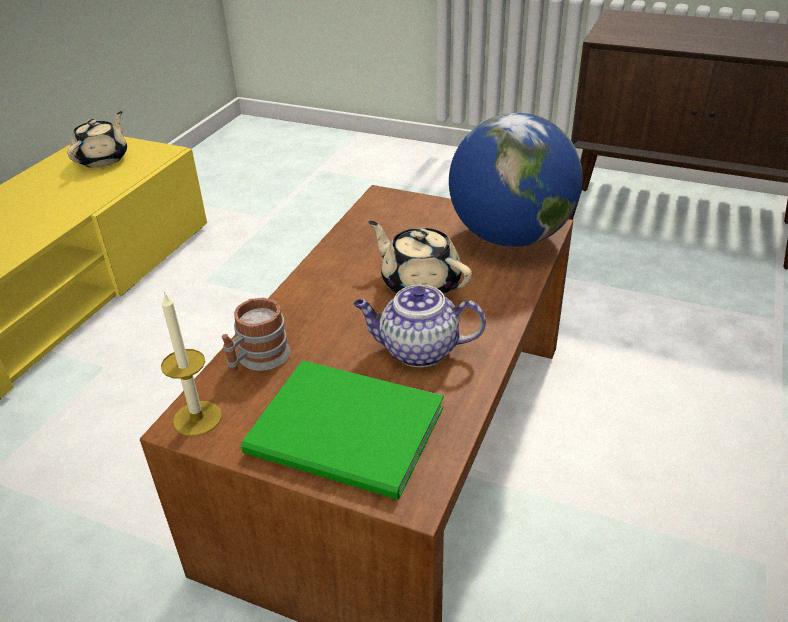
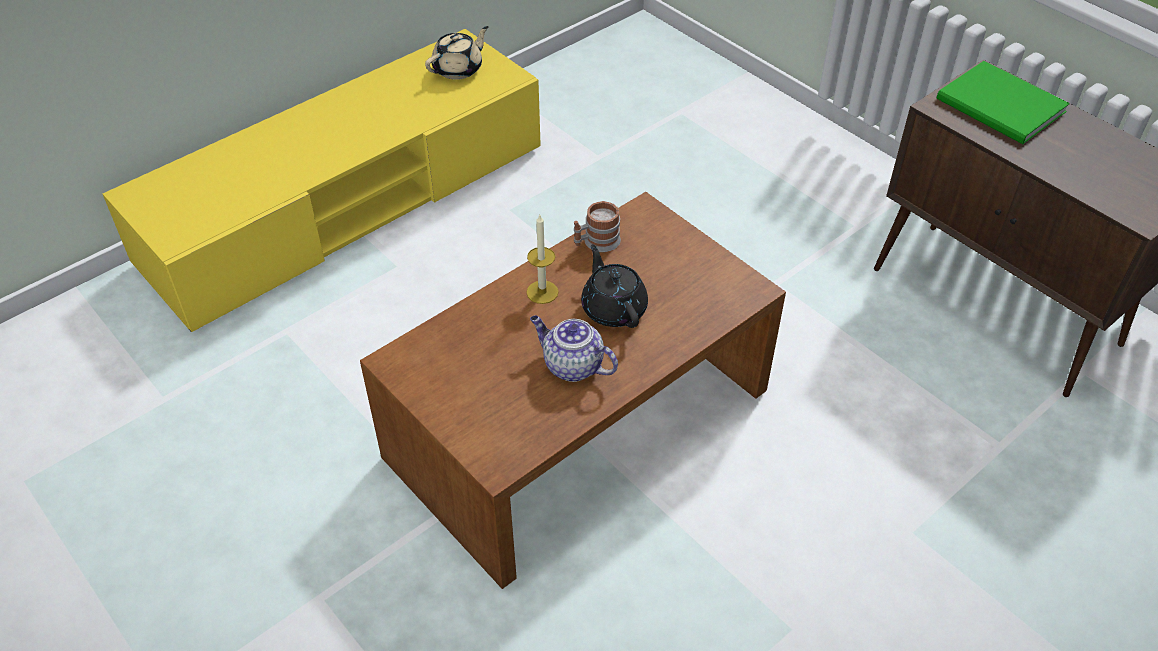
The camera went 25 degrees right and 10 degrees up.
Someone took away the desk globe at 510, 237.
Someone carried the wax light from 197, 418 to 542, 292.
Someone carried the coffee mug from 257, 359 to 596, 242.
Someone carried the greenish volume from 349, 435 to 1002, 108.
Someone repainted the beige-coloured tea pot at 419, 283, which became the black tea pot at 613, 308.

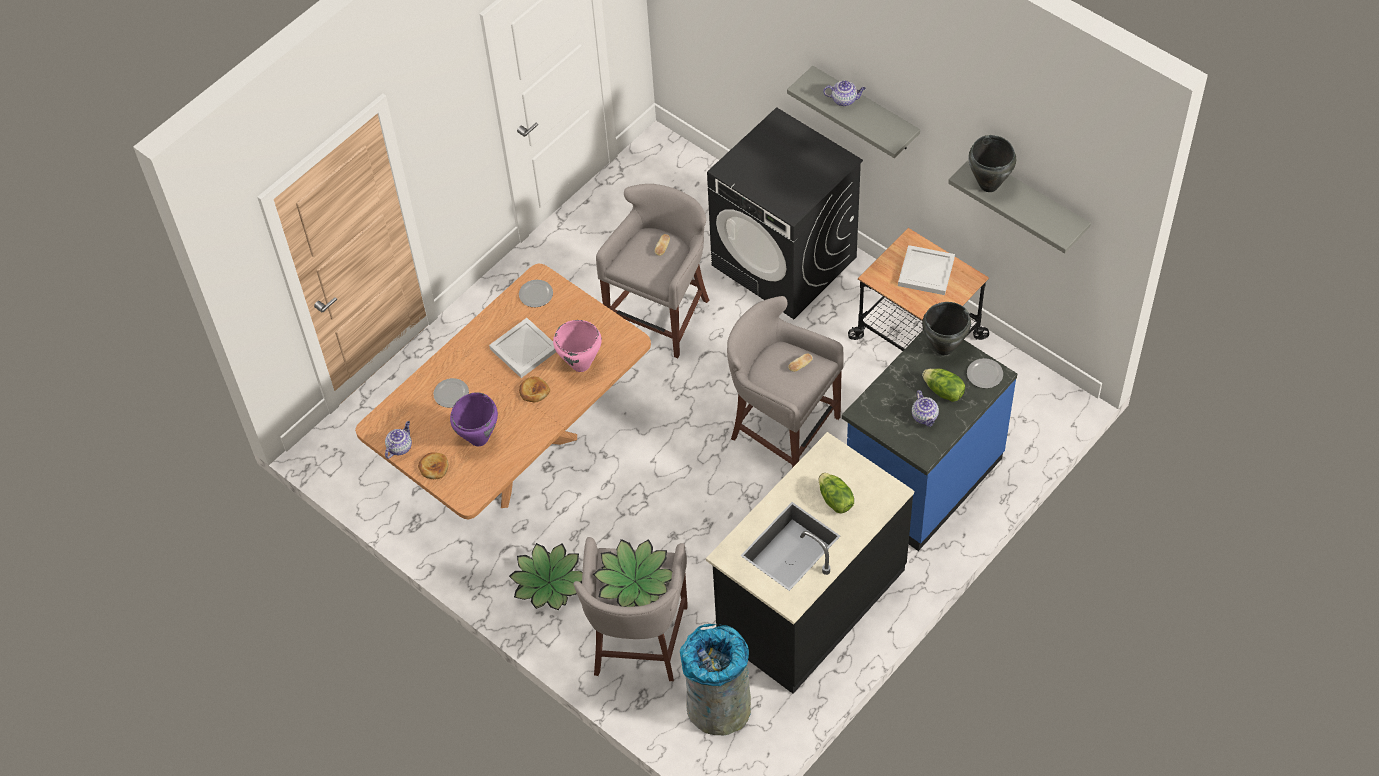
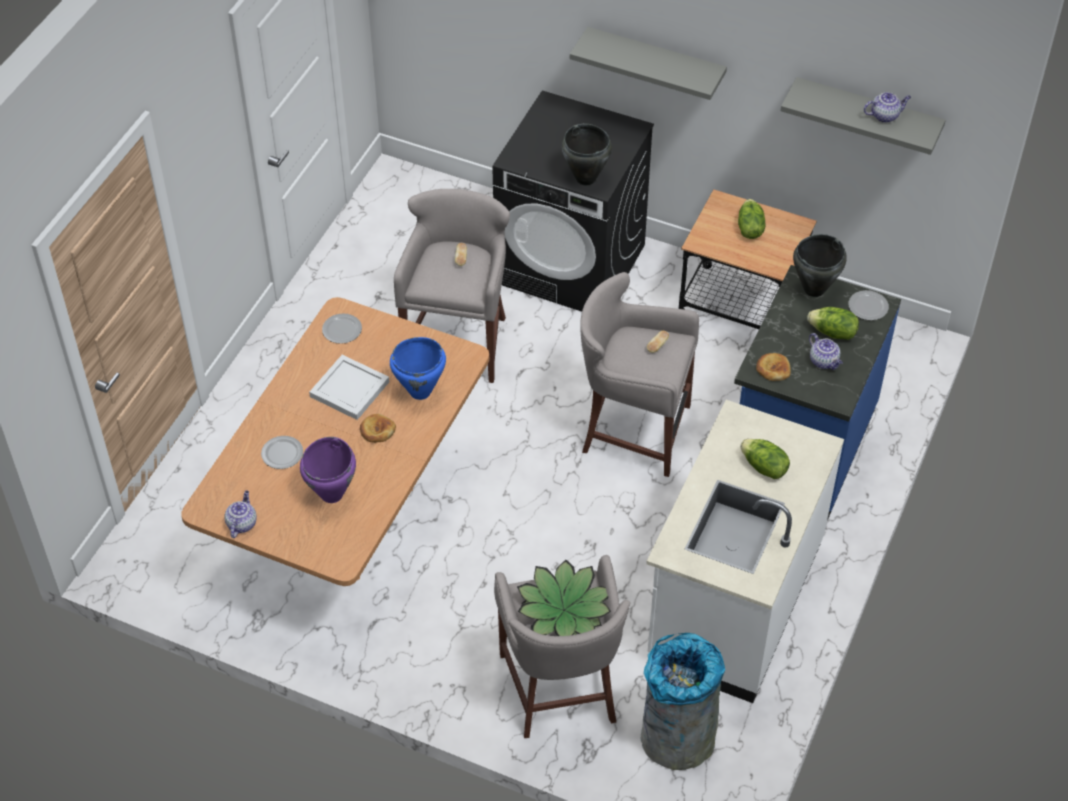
The camera went 20 degrees left and 5 degrees down.
Someone took away the potted plant at 548, 582.
Someone carried the bread from 434, 467 to 773, 369.
Someone carried the tea pot from 844, 99 to 885, 115.
Someone carried the black stockpot from 988, 185 to 585, 179.
Someone swapped the white-coloured serving tray at 925, 272 for the lettuce at 749, 228.
Someone repainted the pink-coloured stockpot at 581, 365, which became the blue stockpot at 420, 392.
Someone repainted the black kitchen base unit at 809, 602, which became the white-coloured kitchen base unit at 732, 601.

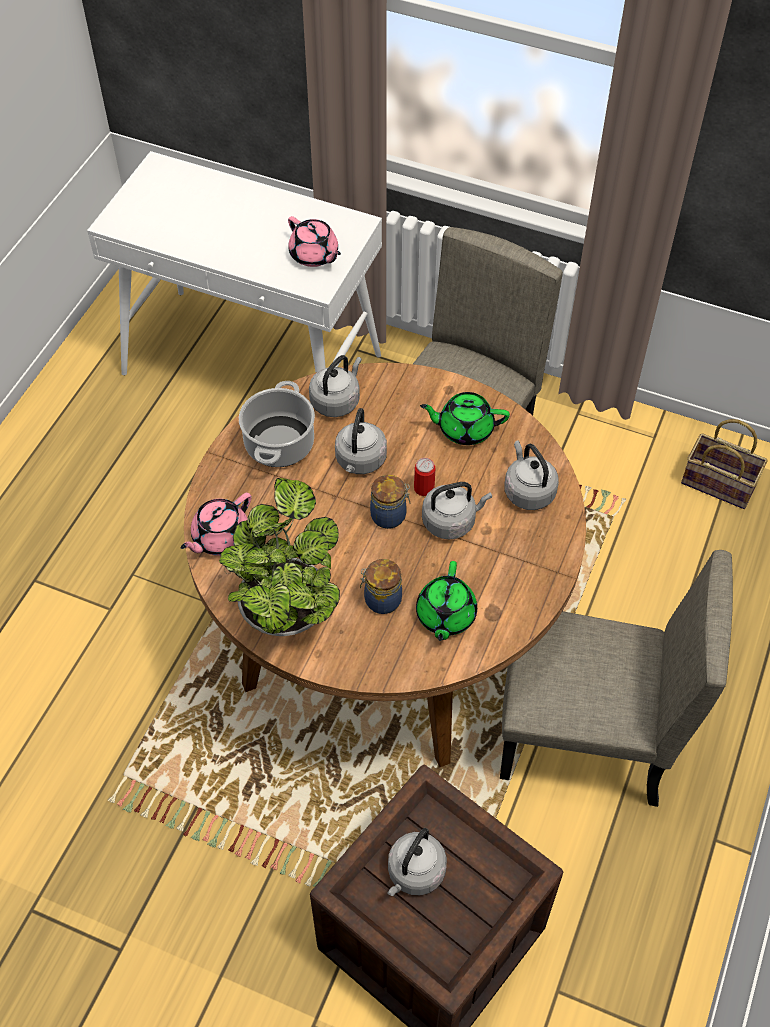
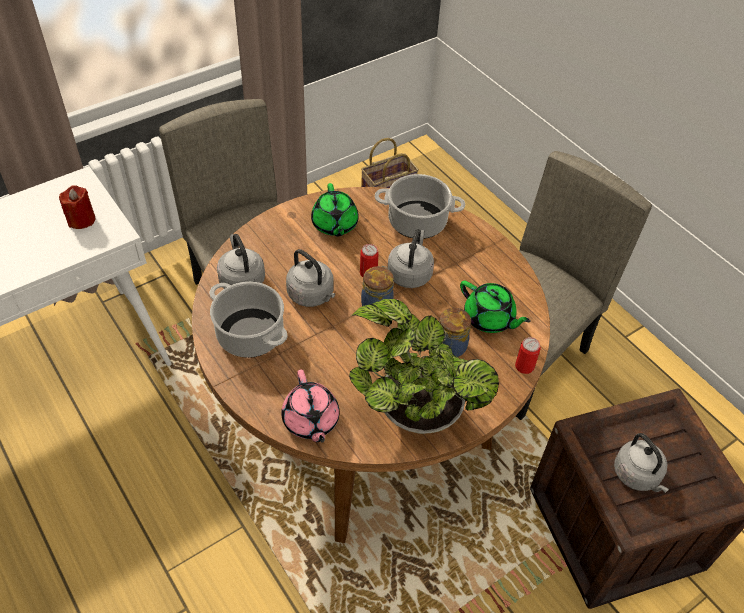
The camera went 60 degrees left and 5 degrees down.
Someone put down the metal can at 524, 366.
Someone swapped the pink-coloured tea pot at 314, 255 for the red-coloured wax light at 81, 220.
Someone swapped the grey water kettle at 528, 491 for the stockpot at 416, 222.
Someone rotated the greenish tea pot at 464, 429 by 45 degrees counterclockwise.

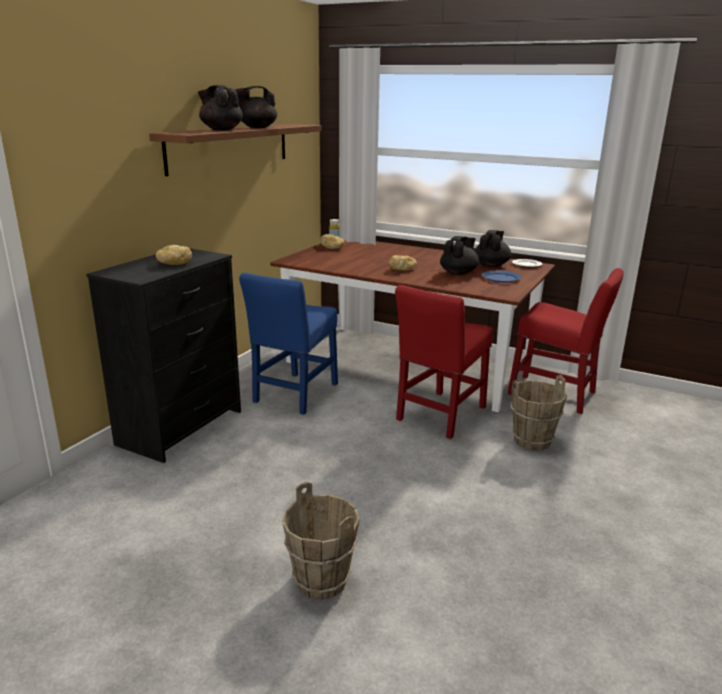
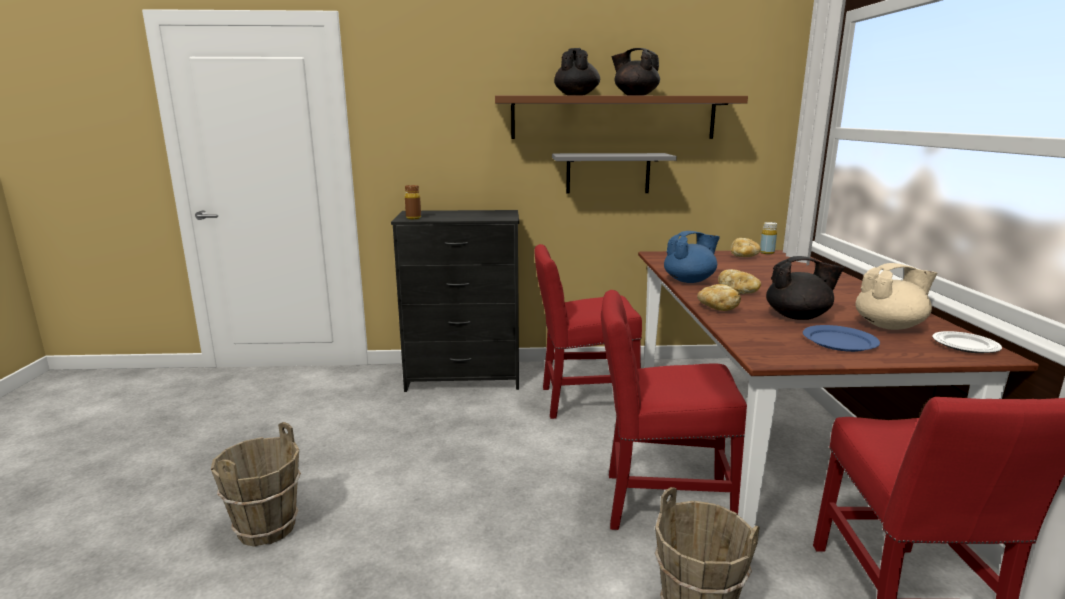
The camera went 60 degrees right and 5 degrees down.
Someone put down the brown-coloured beverage bottle at 413, 218.
Someone put up the grey wall shelf at 608, 173.
Someone put down the blue tea pot at 690, 281.
Someone carried the bread from 173, 264 to 717, 308.
Someone repainted the blue plain chair at 294, 395, which became the red-coloured plain chair at 583, 401.
Someone repainted the black tea pot at 491, 265, which became the beige-coloured tea pot at 890, 326.

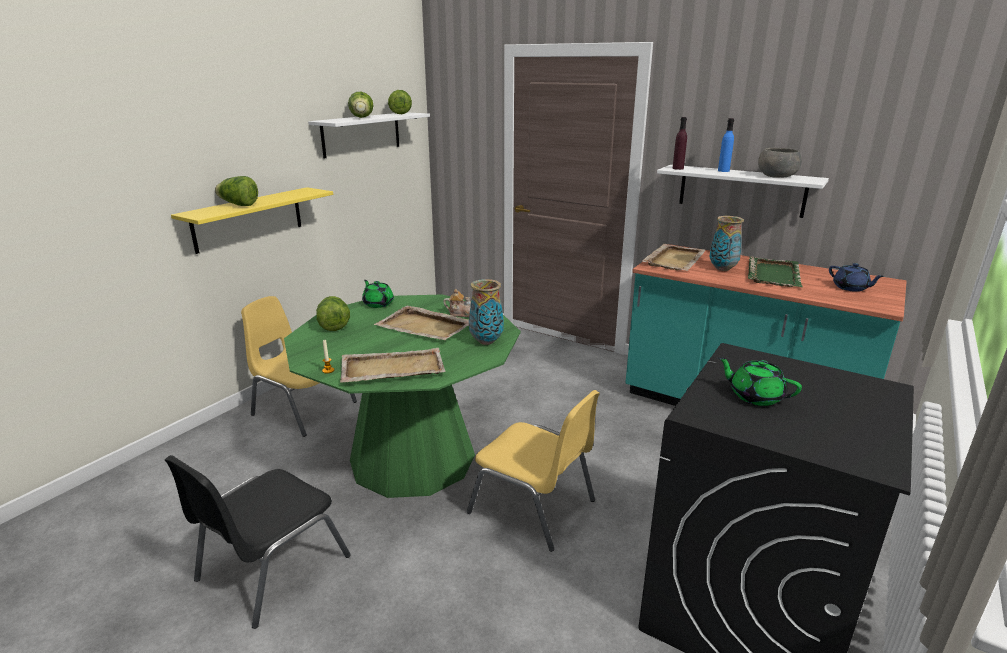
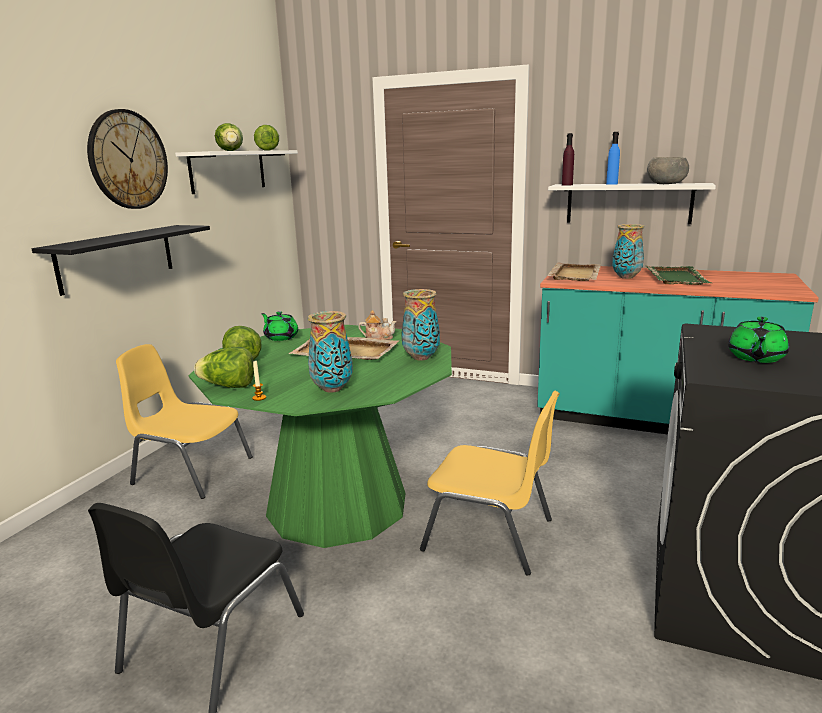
The camera went 10 degrees left and 5 degrees down.
Someone took away the blue tea pot at 850, 288.
Someone put up the wall clock at 128, 160.
Someone carried the lettuce from 239, 205 to 228, 386.
Someone swapped the beige-coloured serving tray at 391, 368 for the flower vase at 332, 389.
Someone repainted the yellow-coloured wall shelf at 248, 219, which became the black wall shelf at 117, 258.
Someone rotated the greenish tea pot at 754, 396 by 90 degrees counterclockwise.

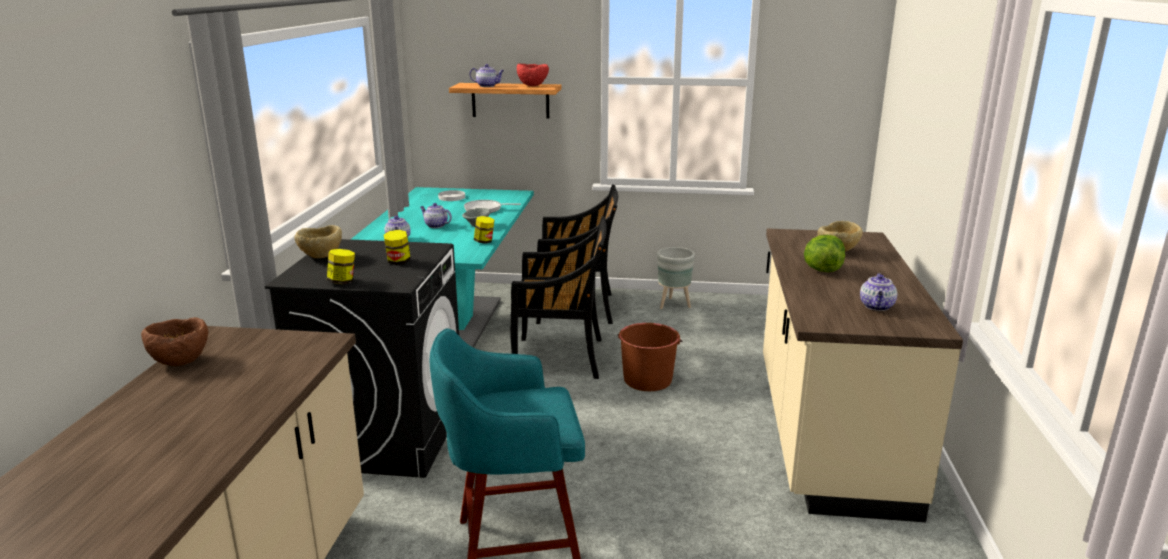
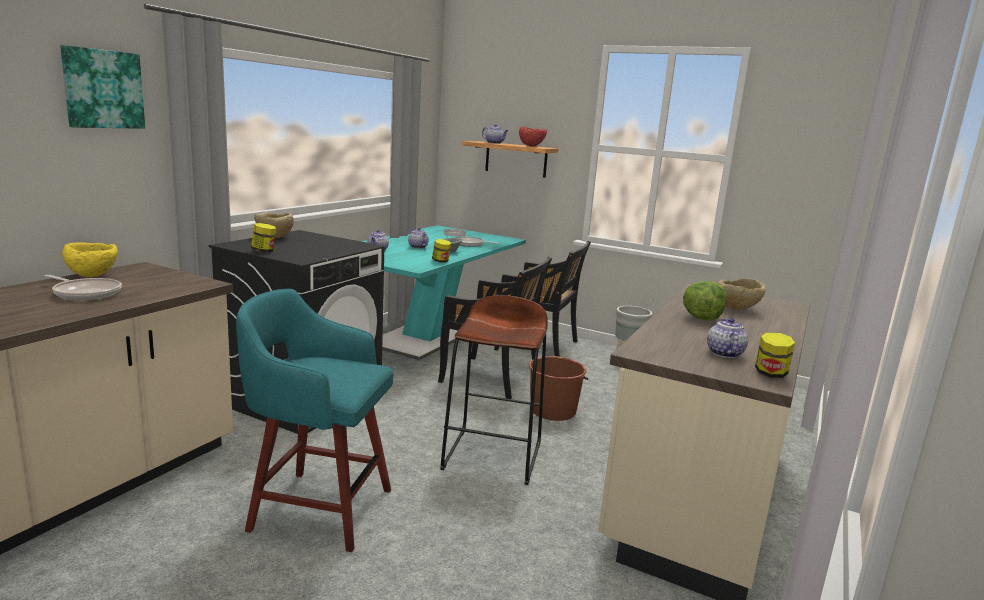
The camera went 20 degrees right and 5 degrees down.
Someone put down the skillet at 85, 293.
Someone put up the wall art at 102, 89.
Someone put down the brown-coloured stool seat at 493, 455.
Someone carried the preserve jar from 398, 262 to 770, 374.
Someone repainted the brown-coloured bowl at 180, 361, which became the yellow-coloured bowl at 93, 275.
Someone rotated the tea pot at 877, 307 by 150 degrees clockwise.

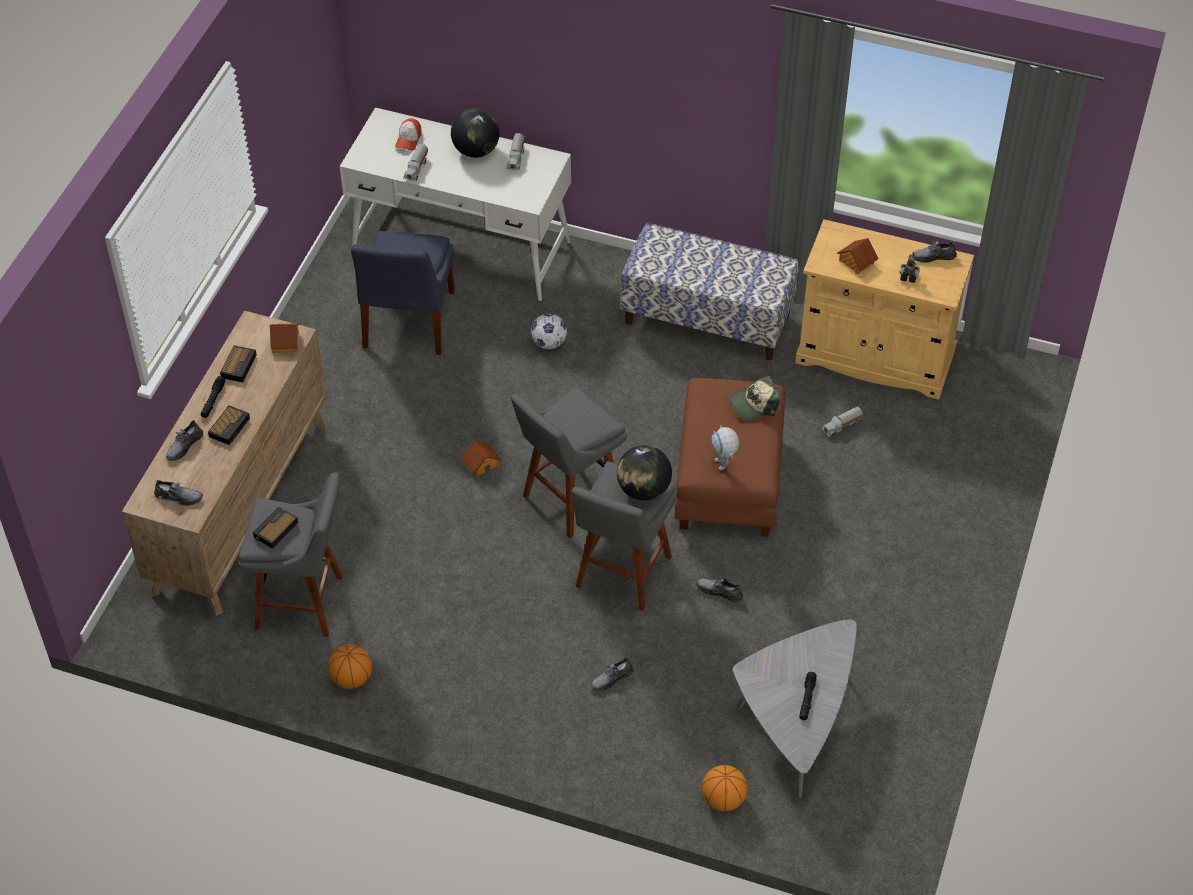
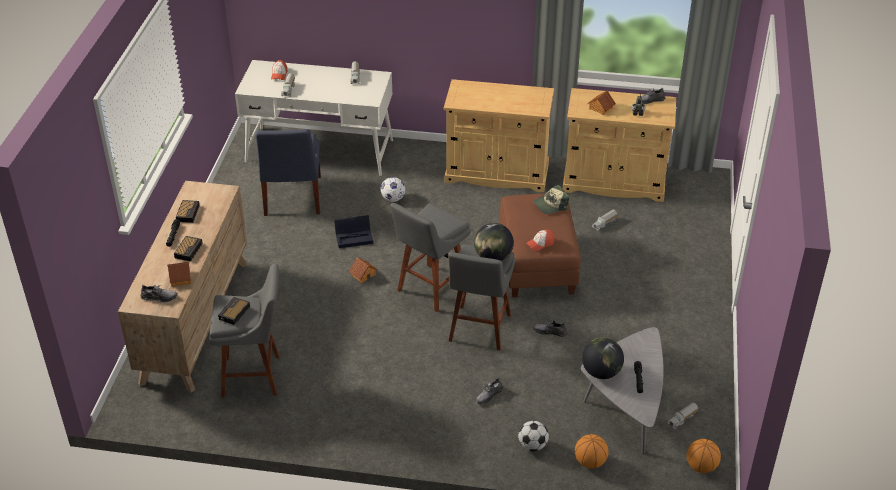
The camera went 10 degrees left and 10 degrees down.
Someone took away the grey shoe at 184, 446.
Someone put down the black storage container at 355, 237.
Someone put down the football at 532, 446.
Someone put down the toy truck at 682, 420.
Someone carried the toy house from 286, 342 to 181, 278.
Someone carried the basketball ball from 351, 678 to 701, 466.
Someone carried the desk globe from 476, 151 to 601, 372.
Someone swapped the indoor bench at 708, 318 for the beige-coloured storage cabinet at 497, 173.
Someone swapped the toy robot at 723, 467 for the baseball cap at 540, 243.

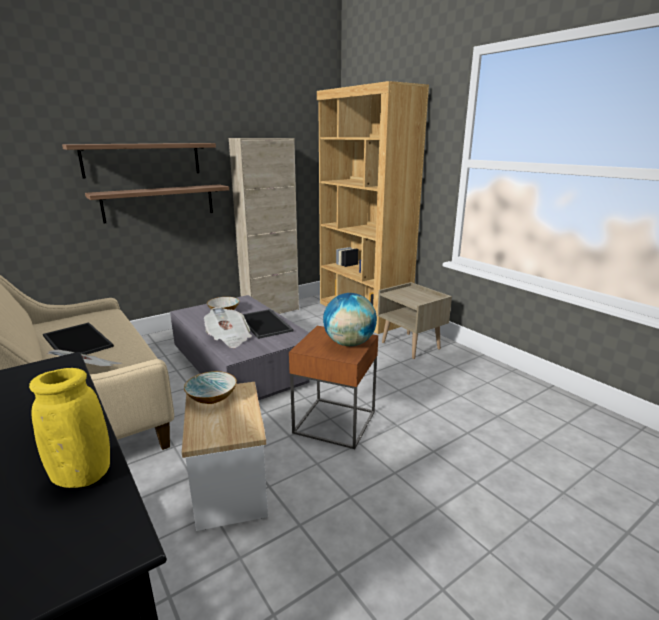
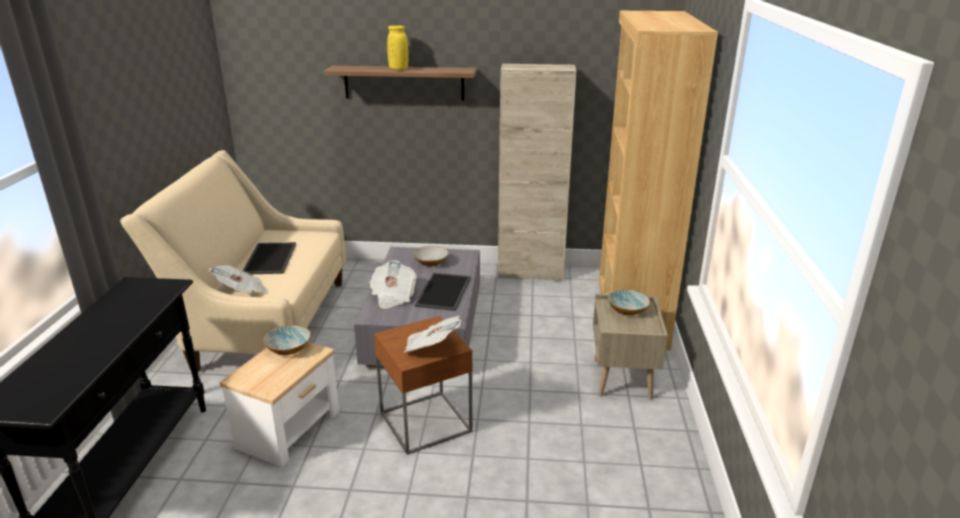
The camera went 40 degrees right and 5 degrees up.
Someone took away the wall shelf at 159, 203.
Someone put down the bowl at 628, 310.
Someone carried the yellow-coloured flower vase from 82, 475 to 398, 69.
Someone swapped the desk globe at 349, 343 for the daily paper at 431, 347.

